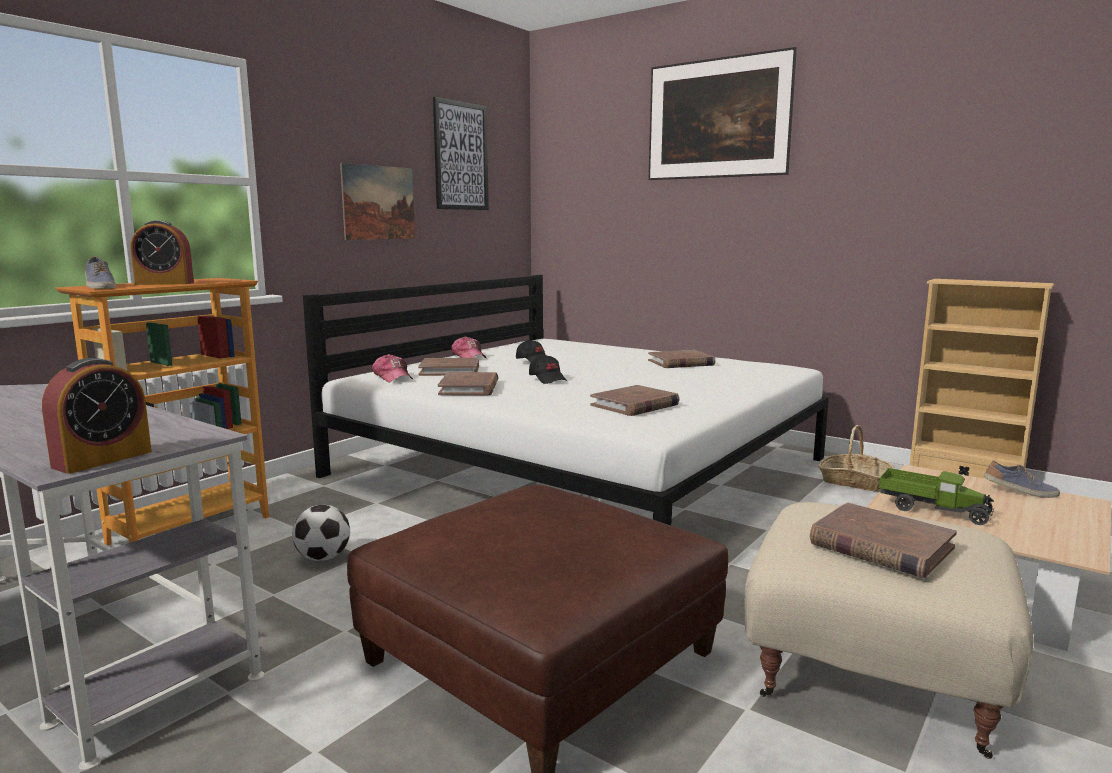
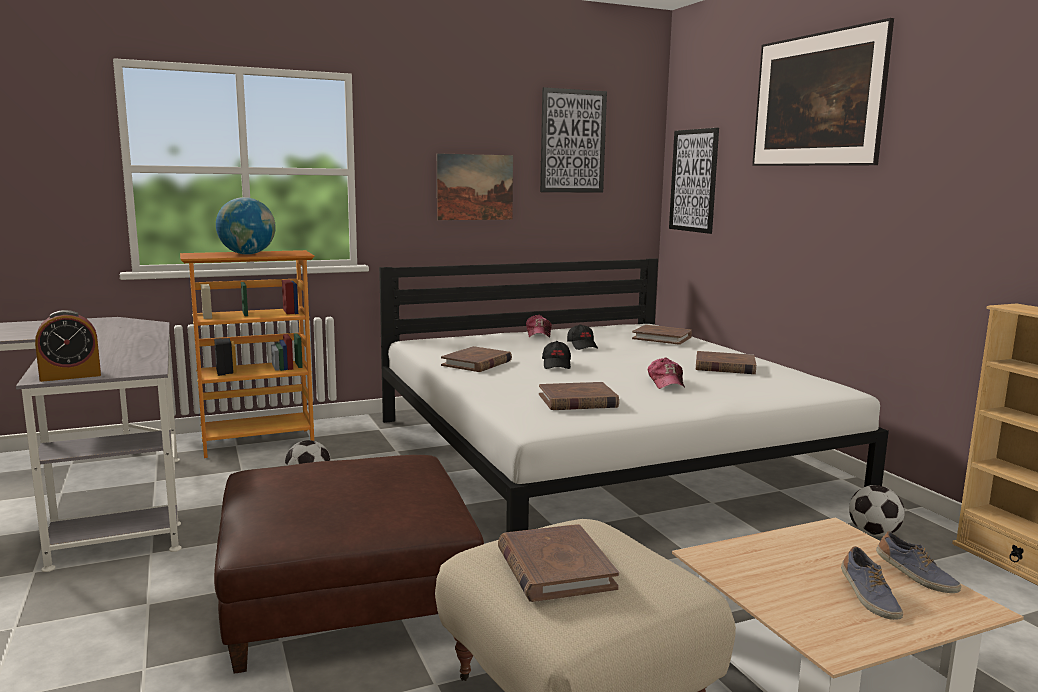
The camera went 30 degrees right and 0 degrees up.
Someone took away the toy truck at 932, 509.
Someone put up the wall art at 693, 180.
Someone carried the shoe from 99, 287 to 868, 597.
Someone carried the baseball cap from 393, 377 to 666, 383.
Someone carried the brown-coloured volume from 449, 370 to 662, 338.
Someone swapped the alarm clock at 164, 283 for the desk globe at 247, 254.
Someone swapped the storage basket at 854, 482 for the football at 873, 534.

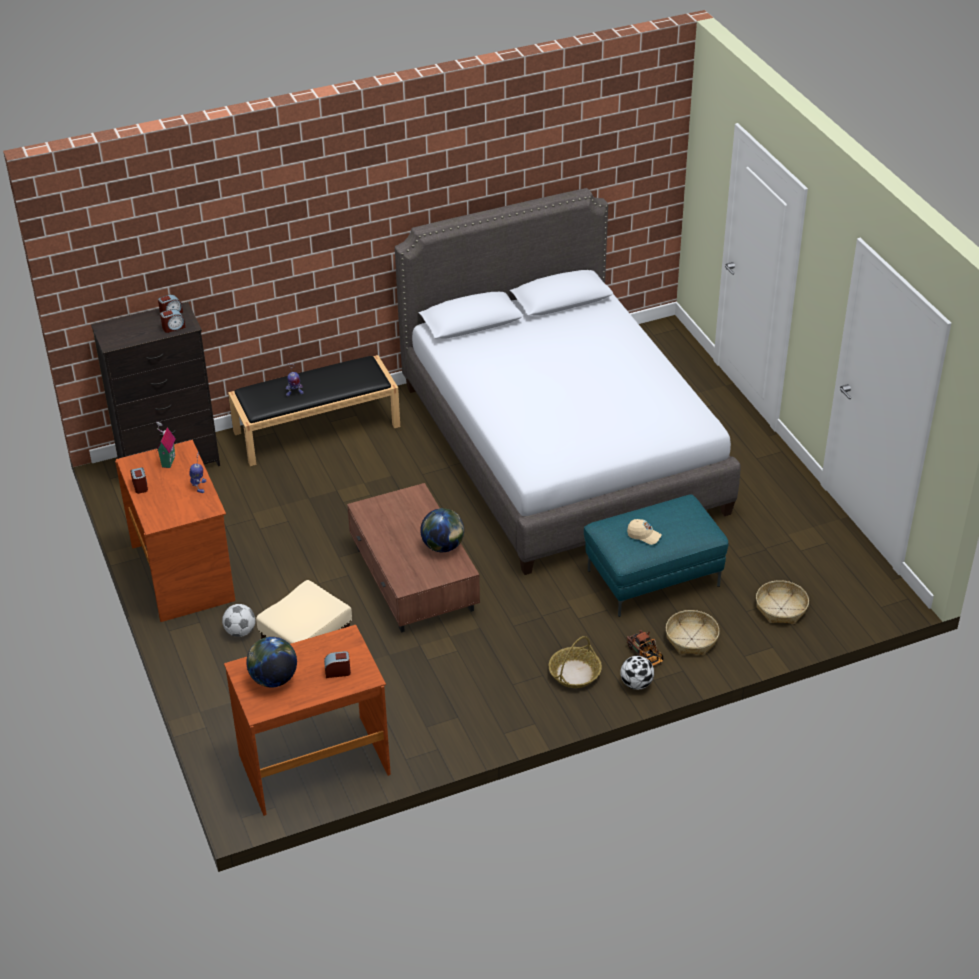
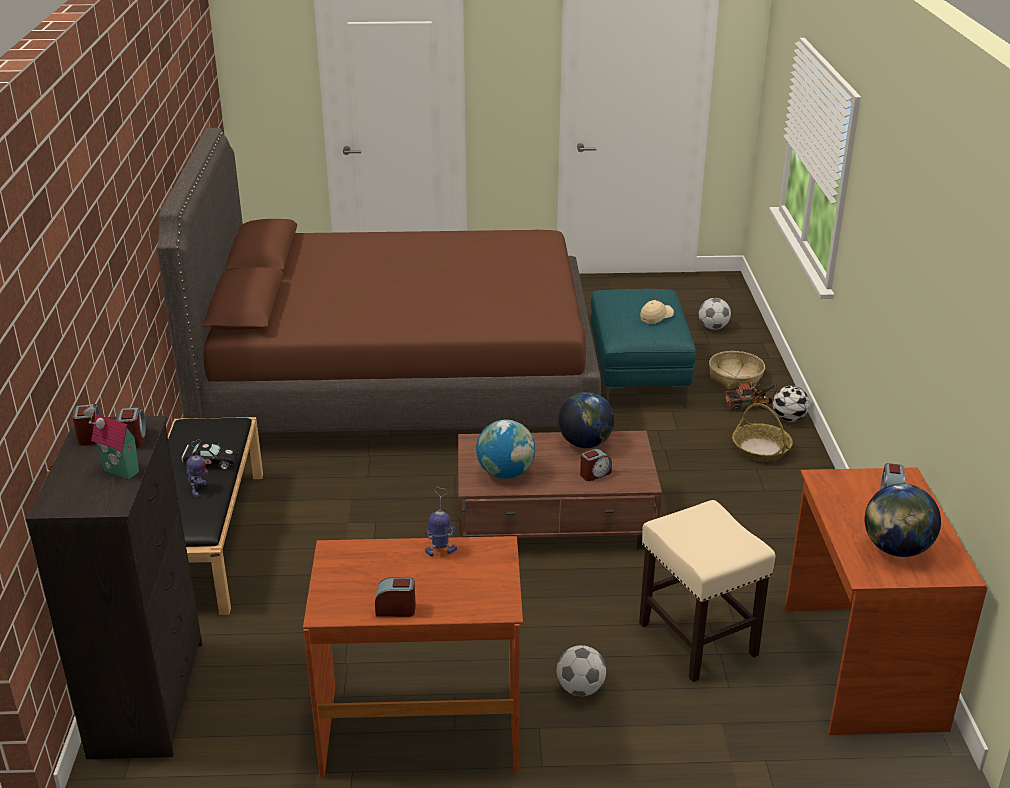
The camera went 70 degrees left and 10 degrees down.
Someone put down the black model car at 208, 462.
Someone put down the desk globe at 505, 473.
Someone put down the alarm clock at 595, 474.
Someone carried the toy house from 167, 461 to 119, 472.
Someone swapped the storage basket at 780, 608 for the football at 713, 328.
Someone repainted the grey sleeping bed at 561, 448, which became the brown-coloured sleeping bed at 399, 381.

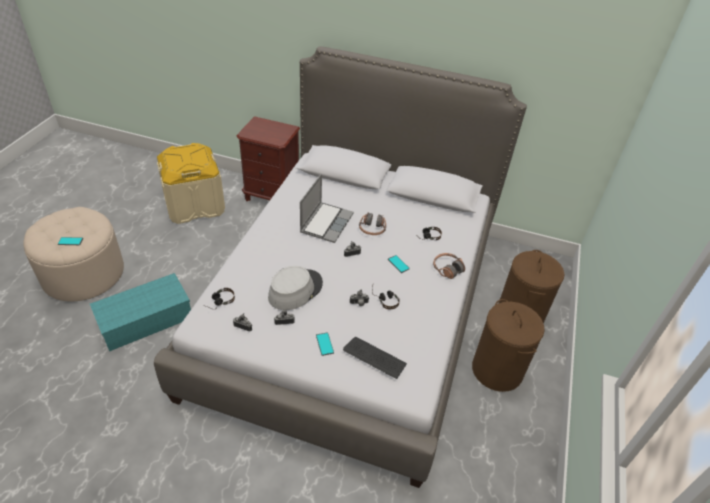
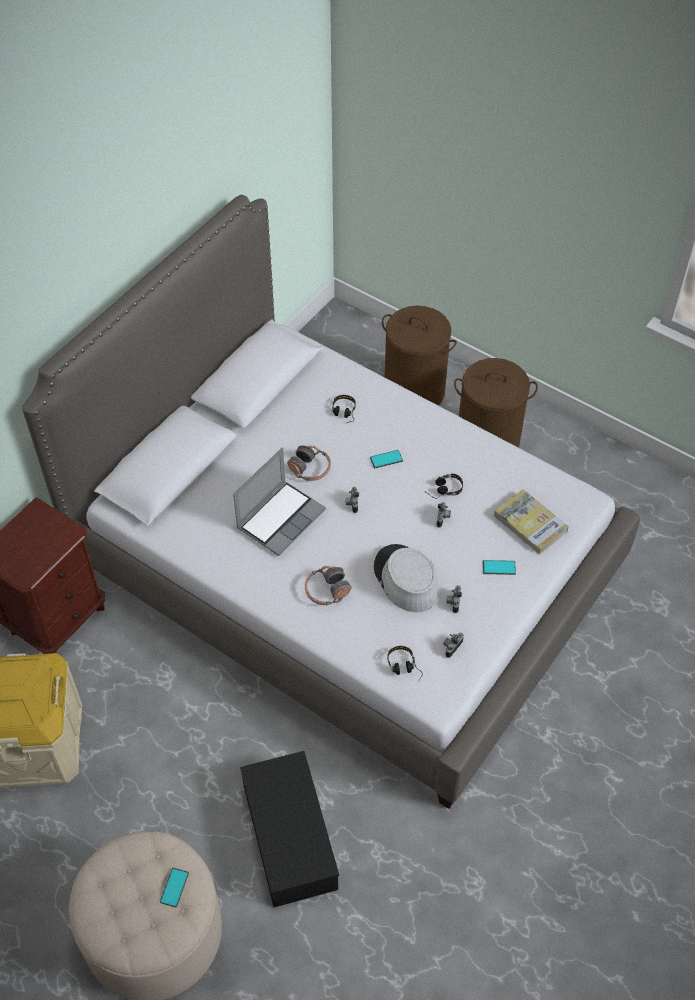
The camera went 70 degrees left and 10 degrees up.
Someone carried the headphones from 447, 269 to 327, 591.
Someone swapped the PC keyboard at 375, 358 for the volume at 530, 523.
Someone repainted the turquoise storage container at 146, 318, which became the black storage container at 287, 835.
Someone rotated the notebook computer at 326, 223 by 90 degrees clockwise.

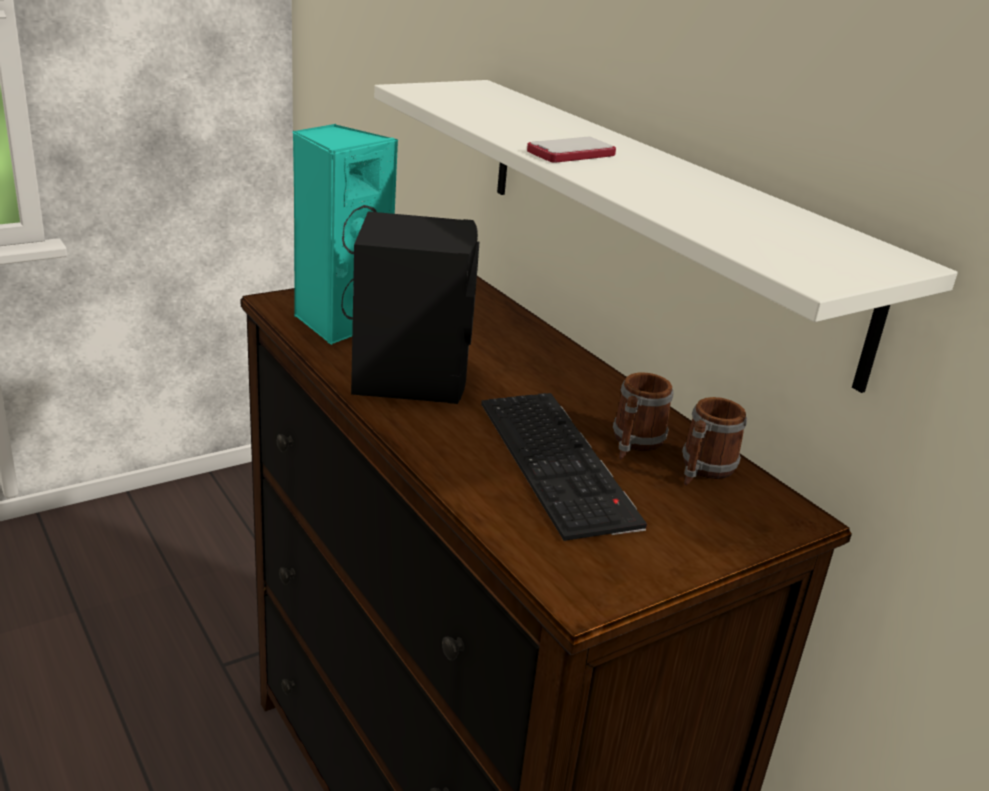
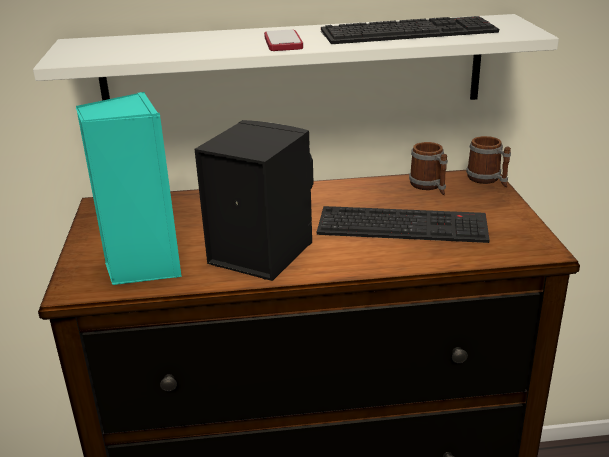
The camera went 60 degrees left and 0 degrees up.
Someone put down the PC keyboard at 409, 31.
Someone carried the coffee mug from 634, 443 to 488, 180.

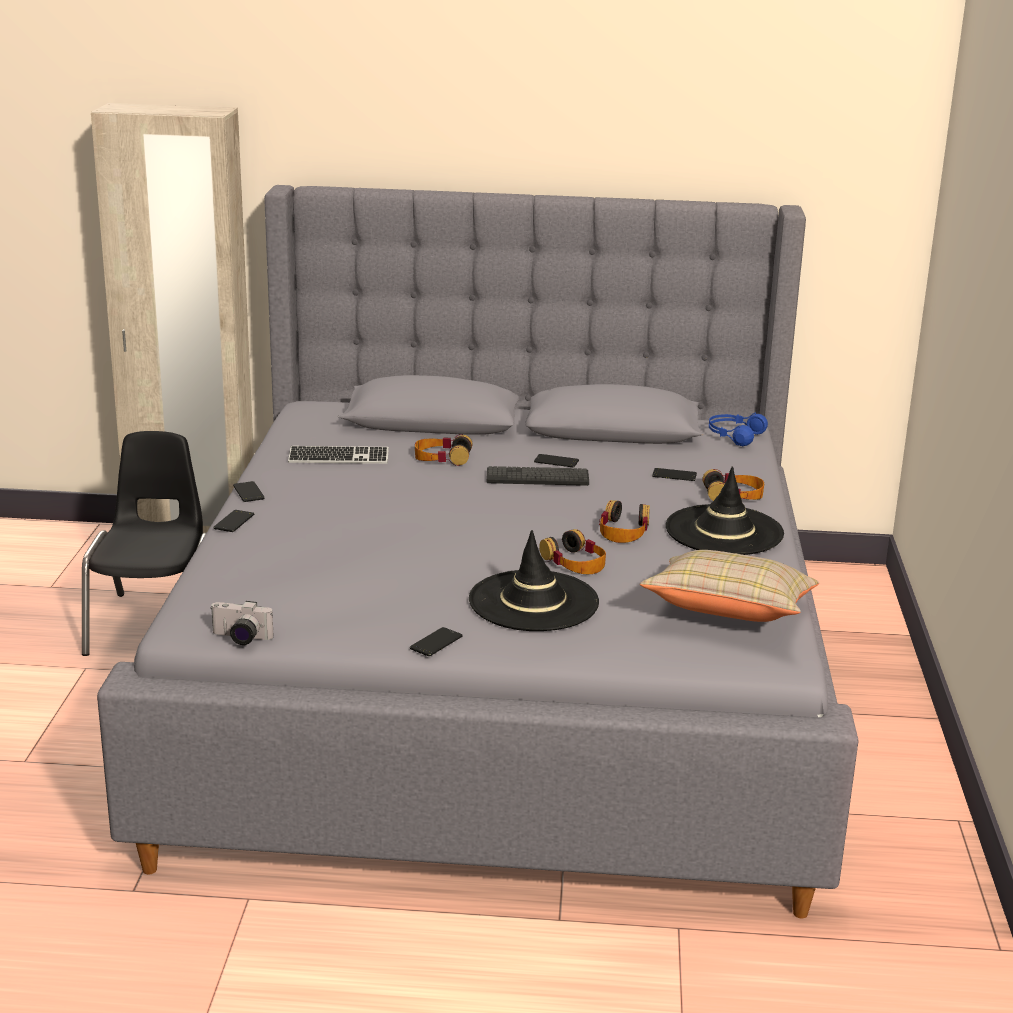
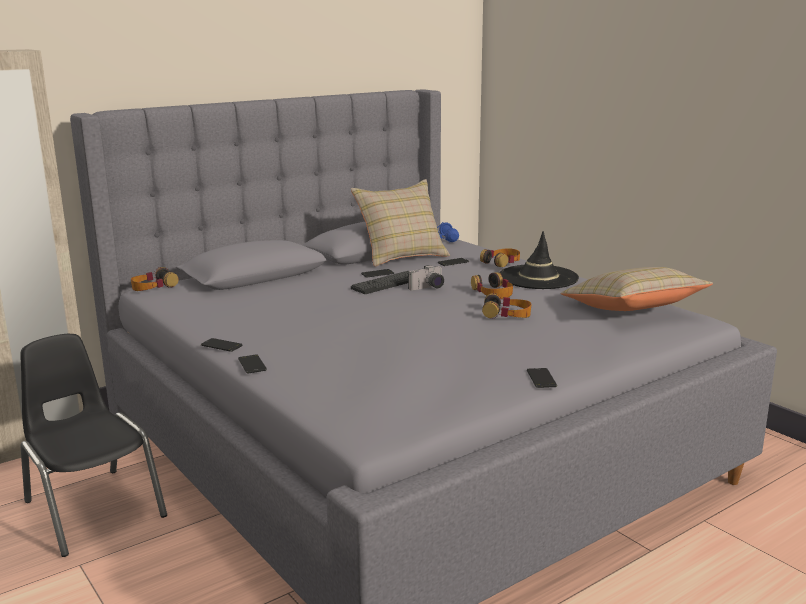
The camera went 40 degrees left and 5 degrees down.
Someone took away the PC keyboard at 338, 458.
Someone took away the black hat at 533, 602.
Someone put down the beige-coloured throw pillow at 401, 256.
Someone carried the photo camera from 240, 639 to 428, 288.
Someone carried the headphones from 442, 458 to 153, 286.

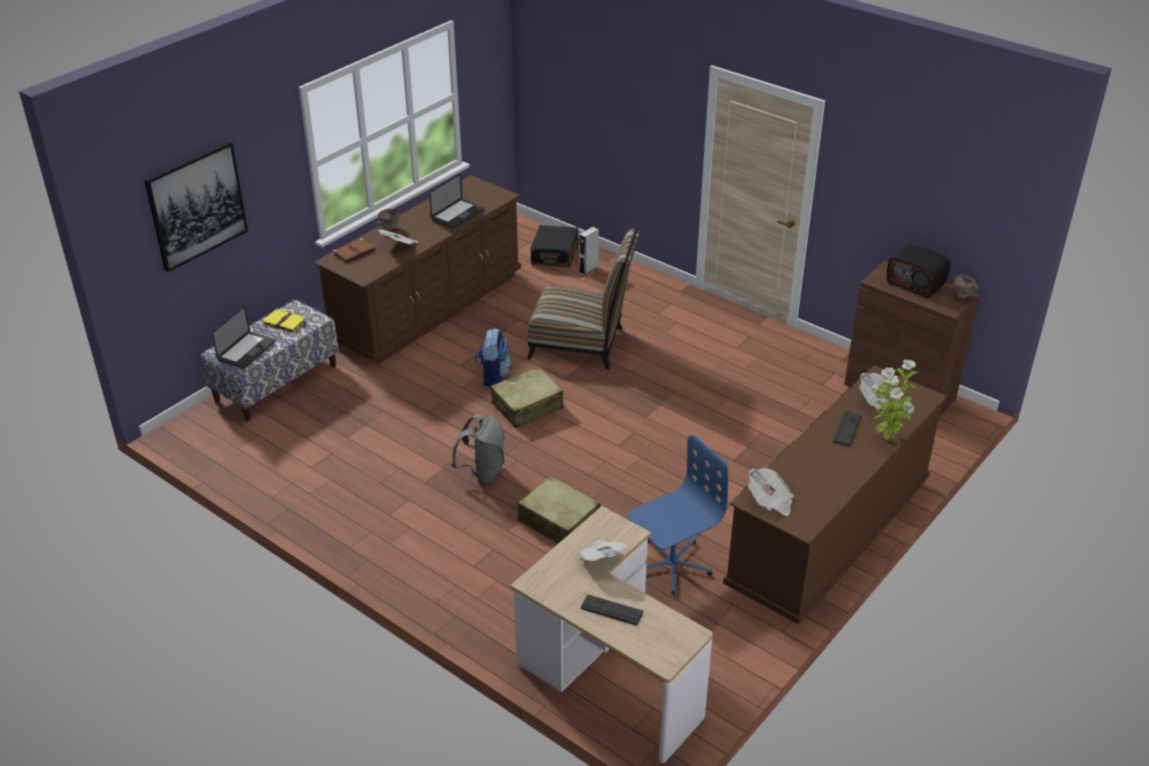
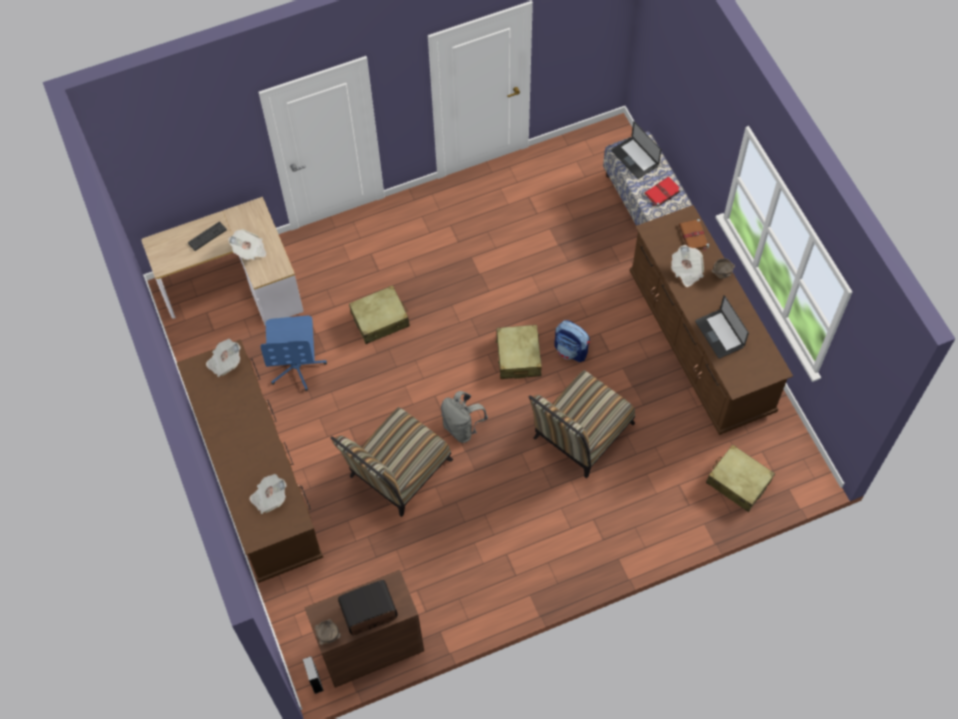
The camera went 120 degrees right and 25 degrees up.
Someone took away the wall art at 197, 205.
Someone took away the PC keyboard at 847, 429.
Someone took away the potted plant at 886, 438.
Someone put down the plain chair at 396, 472.
Someone carried the grey rucksack from 482, 473 to 462, 427.
Someone carried the grey audio speaker from 588, 269 to 315, 681.
Someone repainted the yellow-coloured volume at 285, 322, which became the red-coloured volume at 662, 193.
Someone repainted the black piece of luggage at 554, 255, which became the beige-coloured piece of luggage at 738, 482.

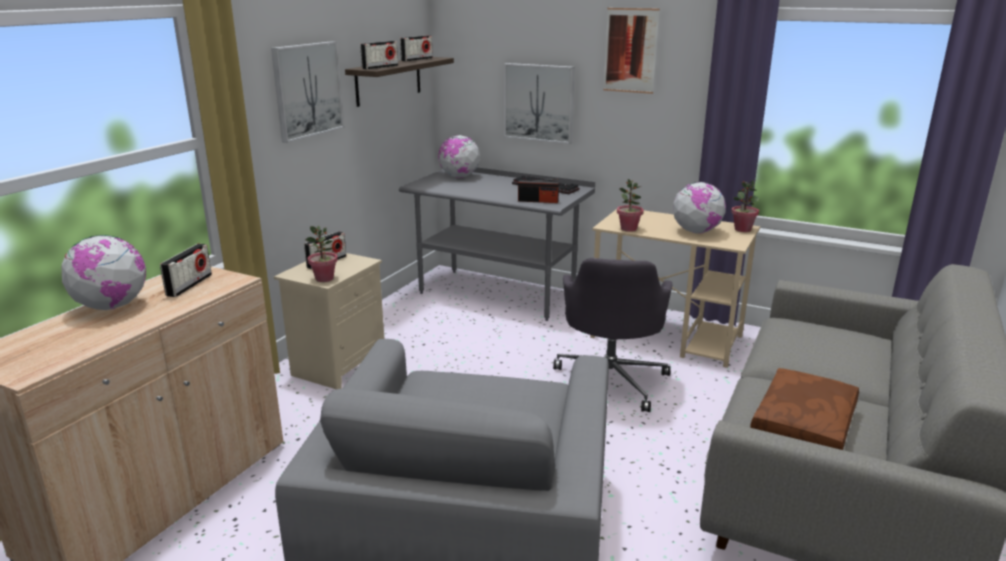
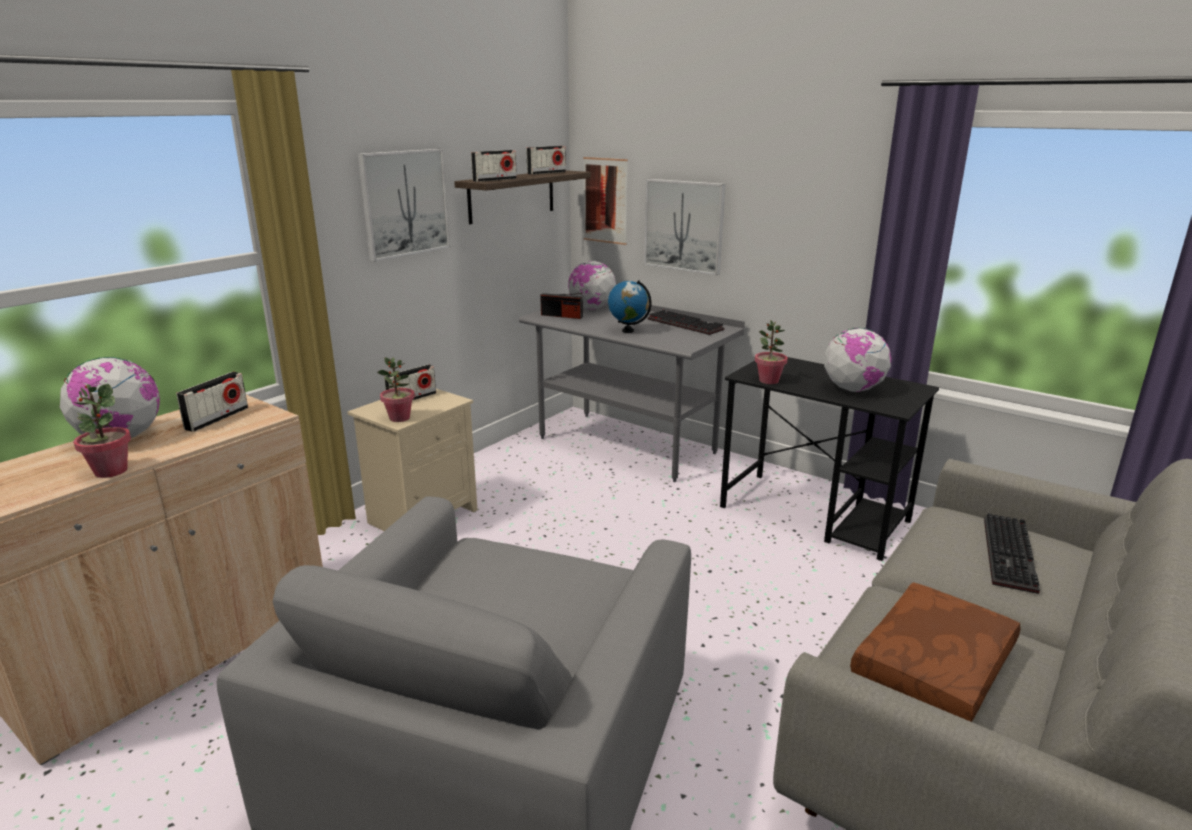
The camera went 10 degrees right and 0 degrees up.
Someone took away the grey desk chair at 610, 381.
Someone put down the desk globe at 628, 331.
Someone put down the PC keyboard at 1012, 556.
Someone carried the radio set from 538, 201 to 562, 316.
Someone carried the wall art from 630, 50 to 605, 200.
Someone carried the potted plant from 742, 229 to 110, 471.
Someone repainted the beige-coloured desk table at 667, 337, which became the black desk table at 815, 514.

